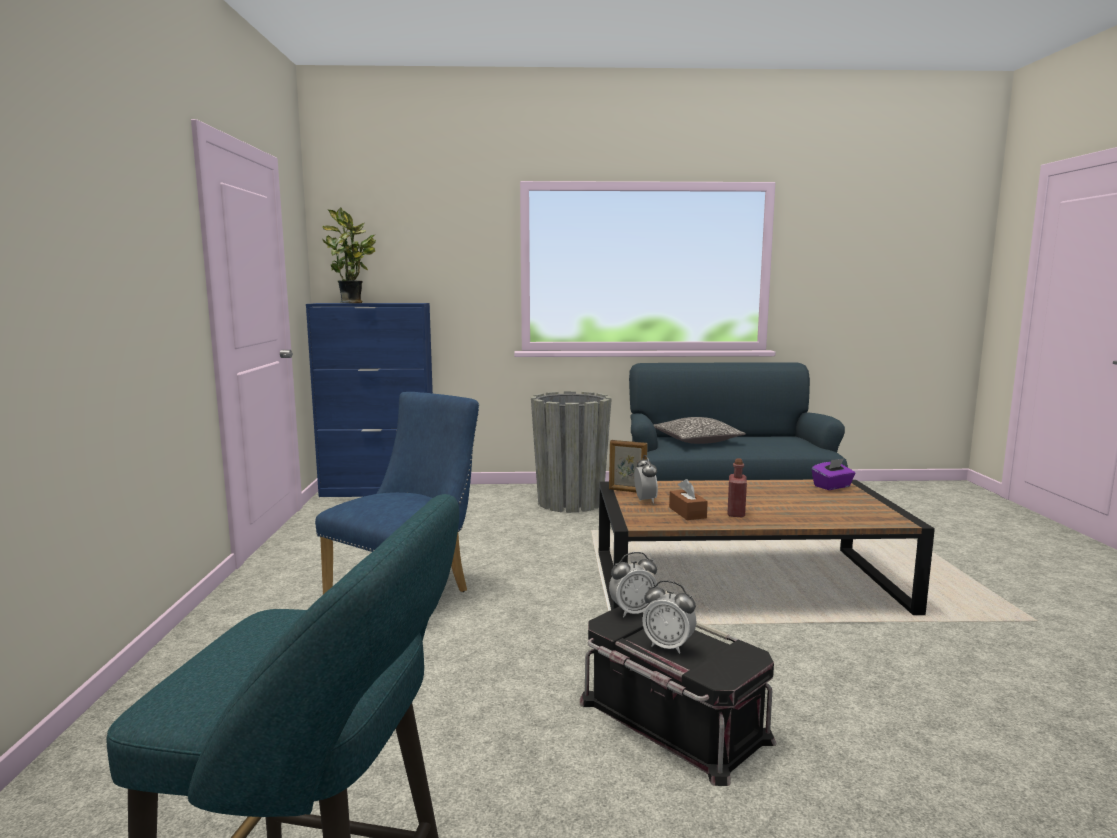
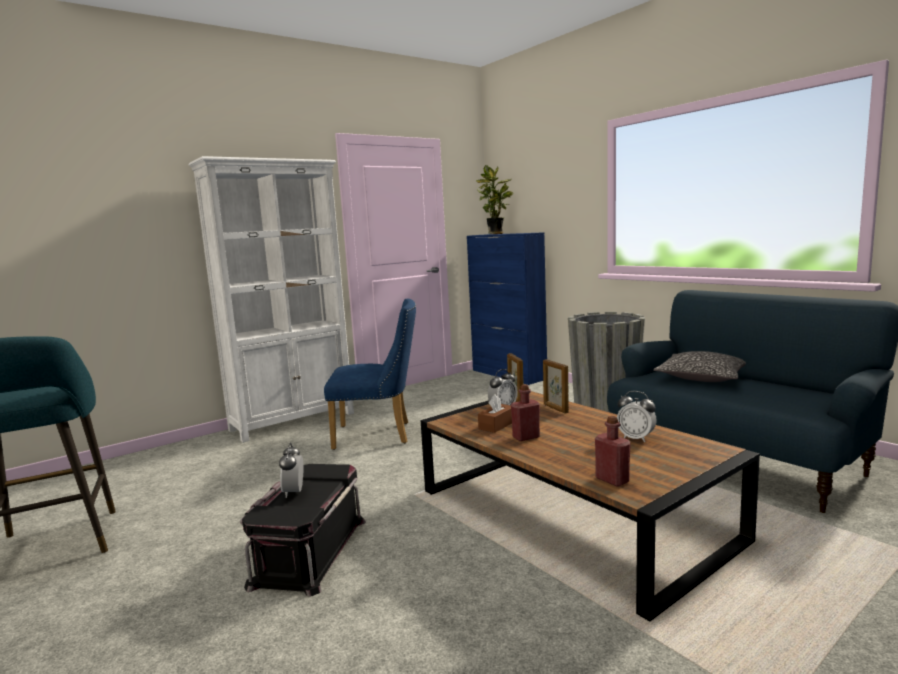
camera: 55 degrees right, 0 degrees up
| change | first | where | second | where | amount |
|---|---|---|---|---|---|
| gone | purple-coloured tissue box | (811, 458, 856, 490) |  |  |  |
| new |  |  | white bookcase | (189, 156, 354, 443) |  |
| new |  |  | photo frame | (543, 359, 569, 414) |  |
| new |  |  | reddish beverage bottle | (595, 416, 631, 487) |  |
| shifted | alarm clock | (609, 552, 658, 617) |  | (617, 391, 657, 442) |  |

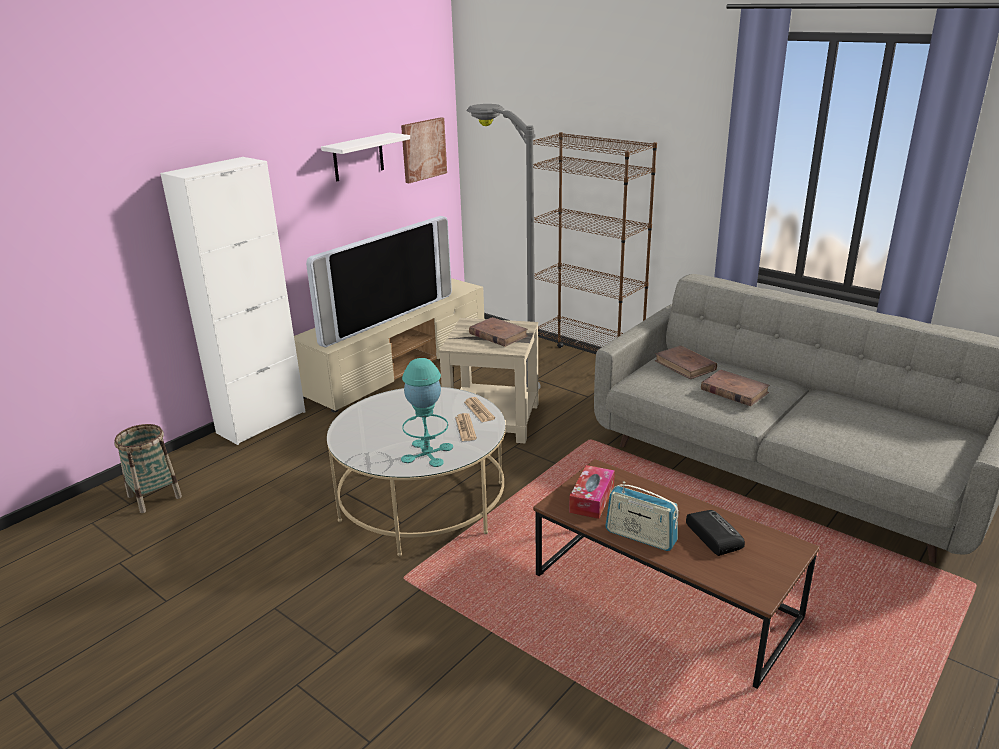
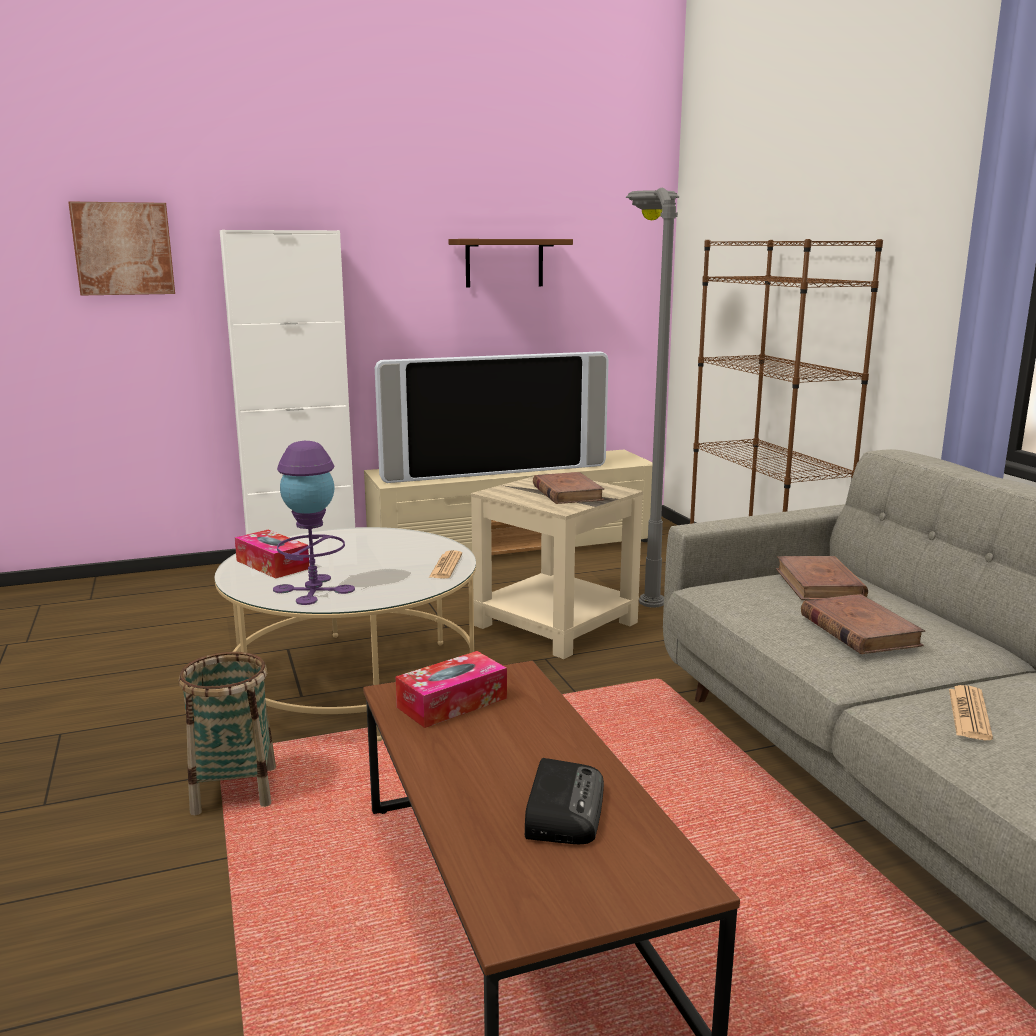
camera: 30 degrees right, 10 degrees down
| change | first | where | second | where | amount |
|---|---|---|---|---|---|
| gone | radio receiver | (605, 481, 679, 551) |  |  |  |
| new |  |  | tissue box | (235, 530, 309, 578) |  |
| shifted | storage basket | (114, 424, 182, 513) |  | (179, 652, 276, 815) |  |
| shifted | wall art | (401, 117, 447, 183) |  | (68, 201, 175, 295) |  |
| shifted | printed paper | (455, 413, 477, 441) |  | (949, 685, 993, 740) |  |
| repainted | white shelf | (321, 132, 410, 181) | brownish shelf | (448, 239, 573, 288) |  |
| repainted | turquoise table lamp | (401, 358, 453, 467) | purple-coloured table lamp | (273, 441, 355, 605) |  |

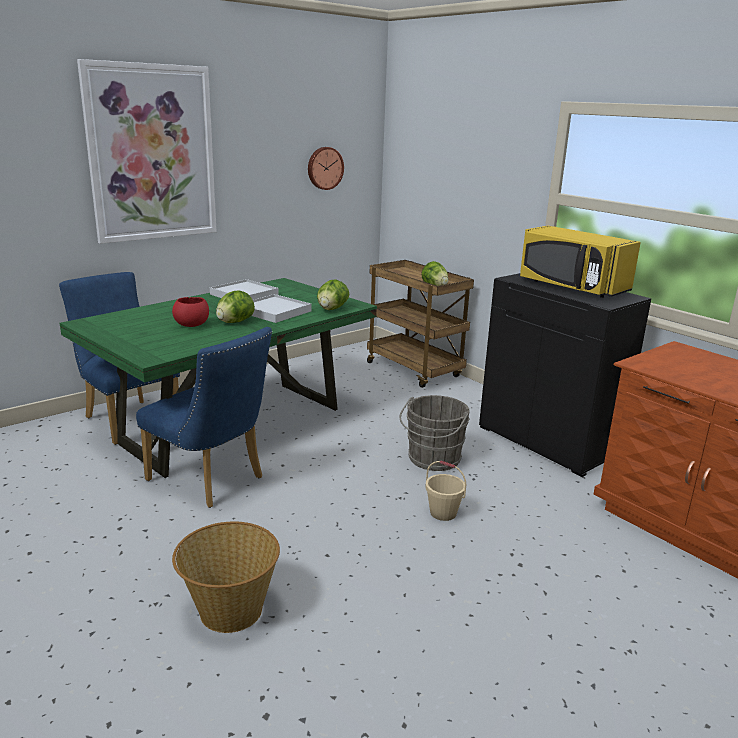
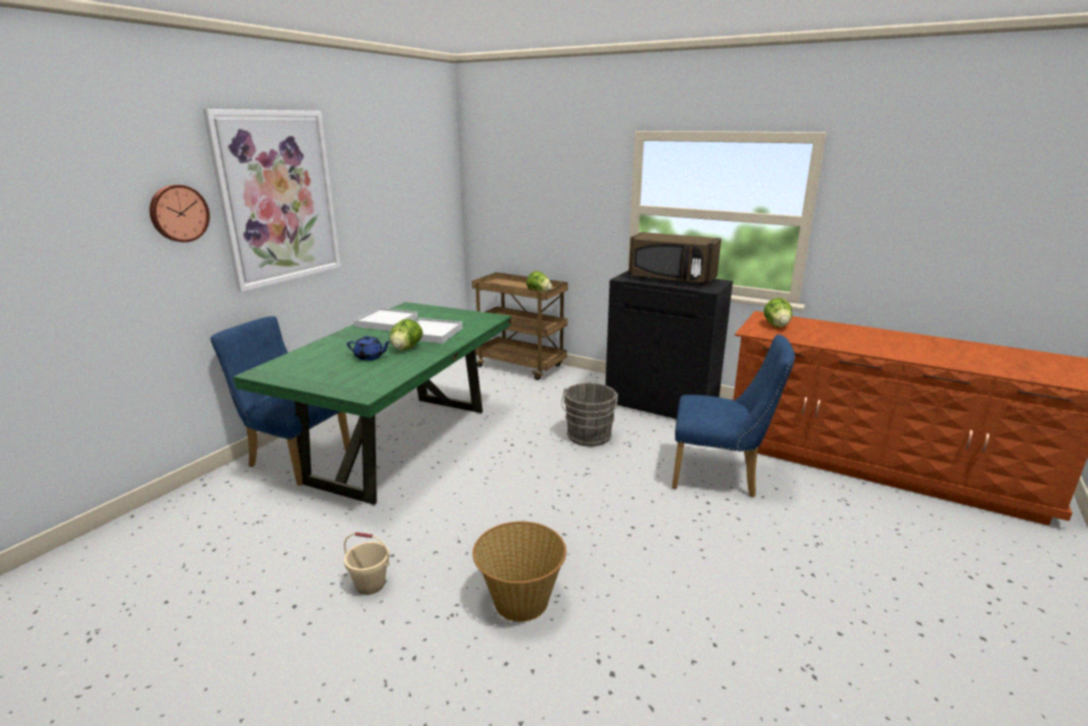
camera: 20 degrees left, 0 degrees up
| change | first | where | second | where | amount |
|---|---|---|---|---|---|
| shifted | blue-coloured upright chair | (136, 327, 272, 508) |  | (672, 334, 795, 497) |  |
| shifted | clock on the wall | (308, 147, 344, 190) |  | (149, 184, 210, 242) |  |
| shifted | lettuce | (317, 279, 350, 310) |  | (764, 298, 792, 327) |  |
| shifted | beige pail | (425, 460, 467, 521) |  | (344, 532, 390, 595) |  |
| swapped | reddish bowl | (172, 297, 209, 327) | blue-coloured teapot | (347, 335, 391, 361) |  |
| repainted | yellow microwave | (520, 226, 641, 298) | brownish microwave | (629, 232, 721, 285) |  |

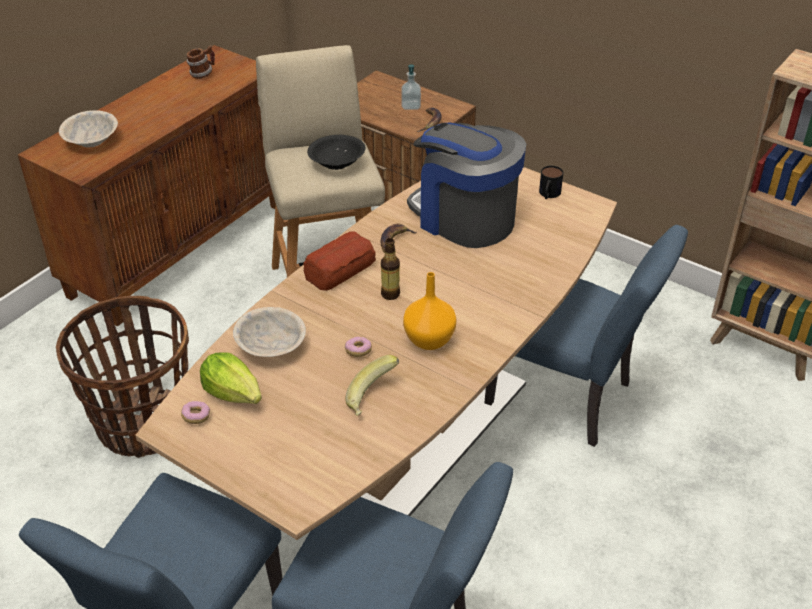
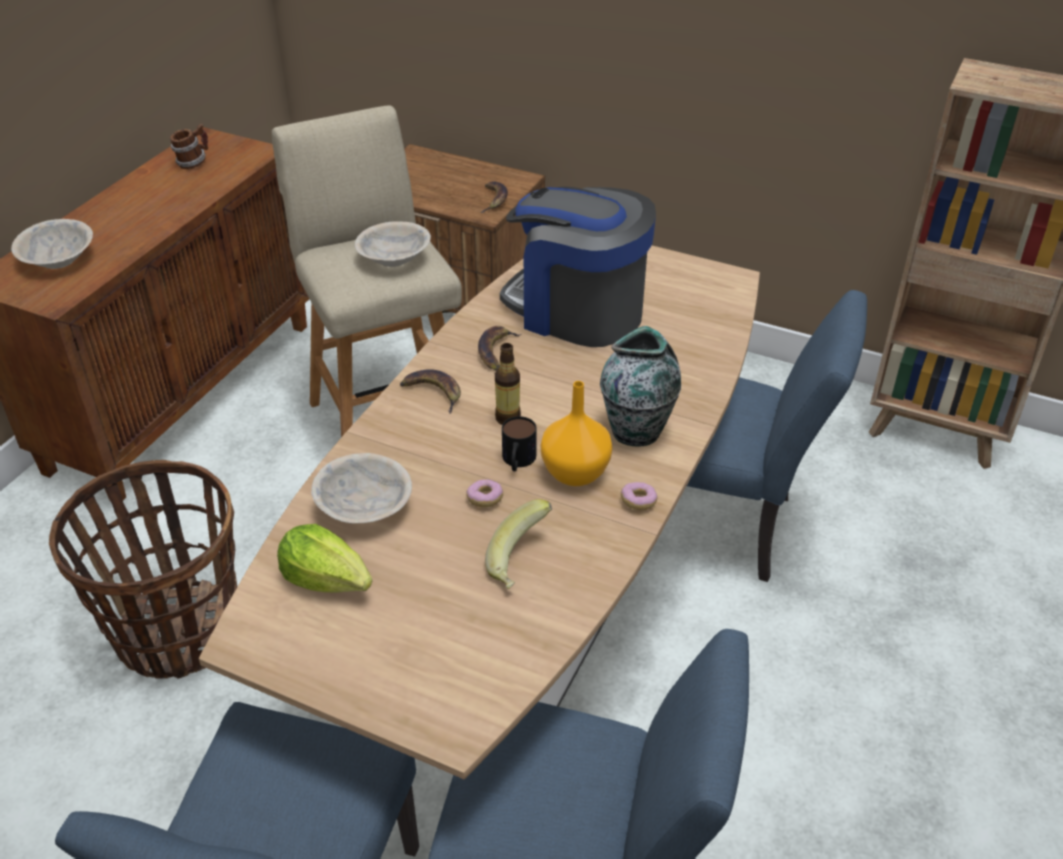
camera: 10 degrees left, 0 degrees up
| change | first | where | second | where | amount |
|---|---|---|---|---|---|
| gone | soap bottle | (401, 64, 421, 110) |  |  |  |
| new |  |  | flower vase | (600, 326, 681, 447) |  |
| shifted | ring doughnut | (181, 401, 210, 424) |  | (621, 482, 658, 510) |  |
| shifted | mug | (539, 166, 563, 199) |  | (502, 416, 537, 471) |  |
| swapped | bread | (303, 231, 376, 291) | banana fruit | (400, 369, 461, 414) |  |
| repainted | black-coloured bowl | (307, 135, 366, 170) | beige bowl | (355, 221, 431, 267) |  |

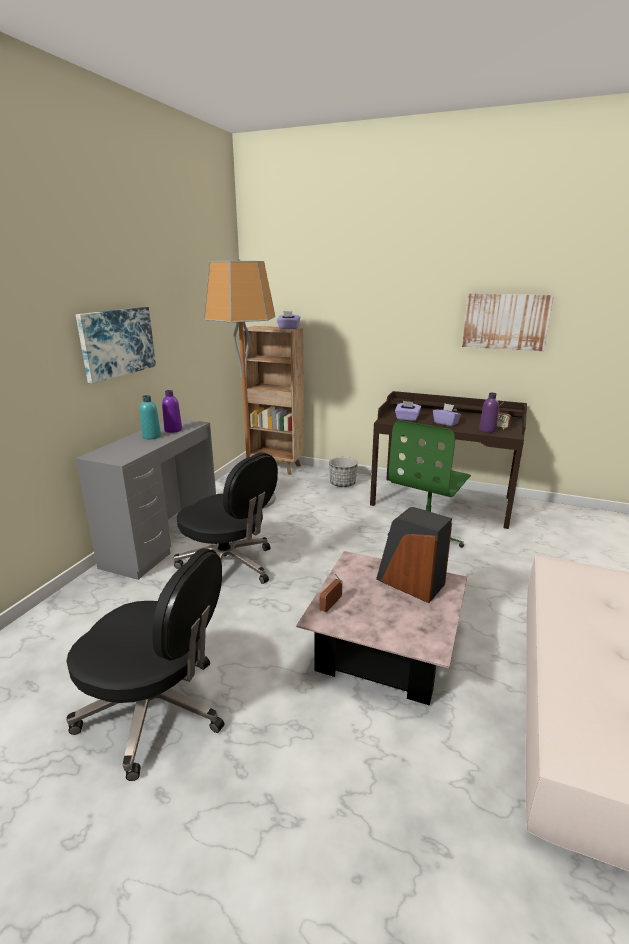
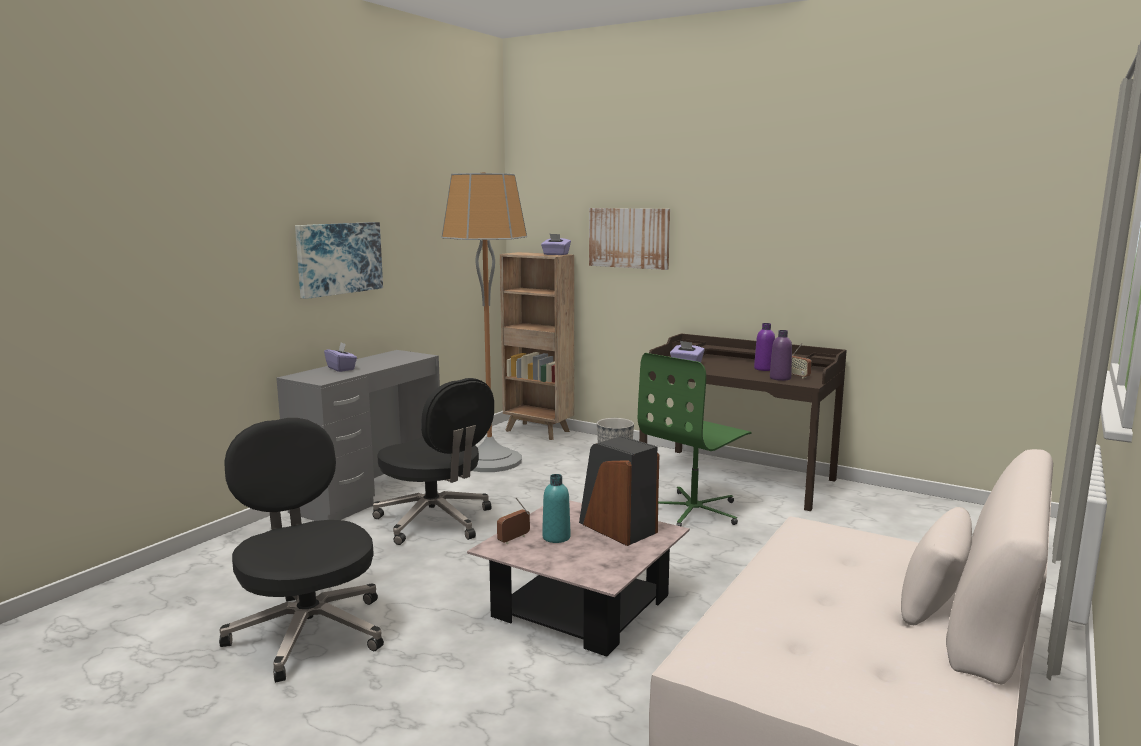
camera: 10 degrees right, 10 degrees down
| change | first | where | second | where | amount |
|---|---|---|---|---|---|
| shifted | turquoise beverage bottle | (140, 395, 161, 439) |  | (542, 474, 571, 543) |  |
| shifted | purple-coloured beverage bottle | (162, 390, 182, 433) |  | (754, 323, 775, 371) |  |
| shifted | purple-coloured tissue box | (433, 404, 461, 426) |  | (324, 343, 357, 372) |  |
| shifted | wall art | (462, 293, 554, 351) |  | (589, 208, 670, 270) |  |
| rotated | black-coloured computer chair | (66, 548, 225, 781) |  | (219, 418, 384, 683) | 150 degrees counterclockwise |

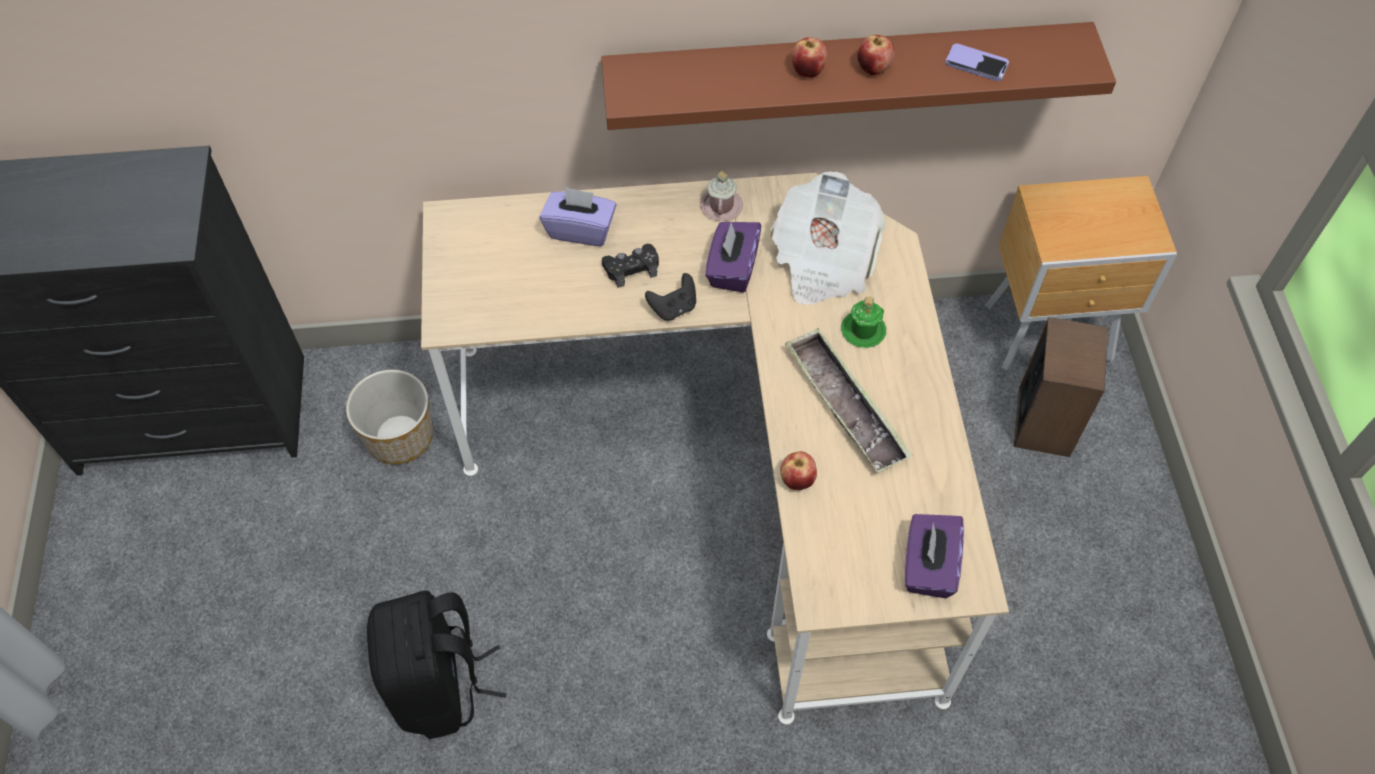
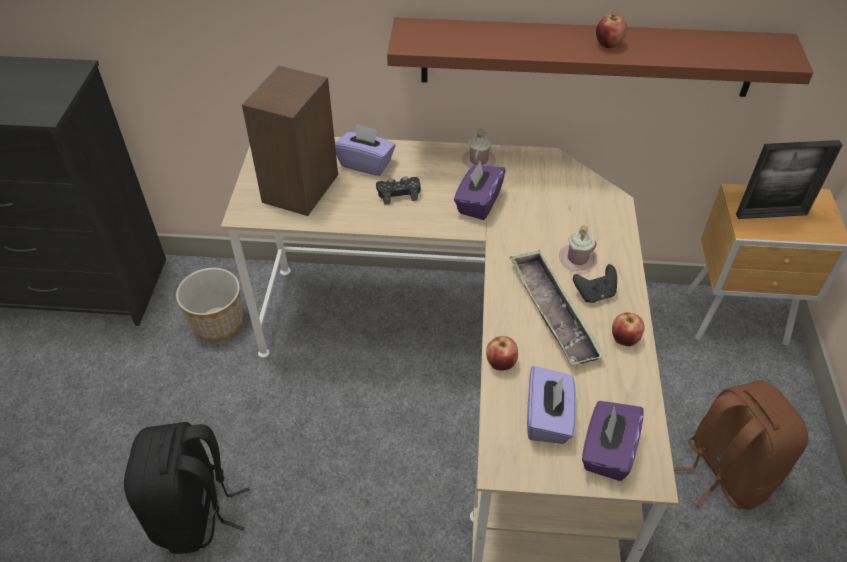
camera: 10 degrees right, 10 degrees down
| change | first | where | second | where | amount |
|---|---|---|---|---|---|
| gone | printed paper | (771, 172, 886, 305) |  |  |  |
| gone | handset | (945, 44, 1009, 81) |  |  |  |
| new |  |  | purple-coloured tissue box | (527, 366, 576, 444) |  |
| new |  |  | brownish rucksack | (673, 380, 808, 510) |  |
| new |  |  | photo frame | (736, 140, 842, 219) |  |
| shifted | black-coloured gamepad | (645, 273, 696, 321) |  | (573, 264, 617, 303) |  |
| shifted | apple | (791, 37, 828, 78) |  | (612, 312, 645, 346) |  |
| shifted | speaker | (1014, 317, 1108, 457) |  | (242, 66, 338, 216) |  |
| repainted | greenish mug | (841, 296, 886, 348) | pinkish mug | (559, 225, 597, 271) |  |

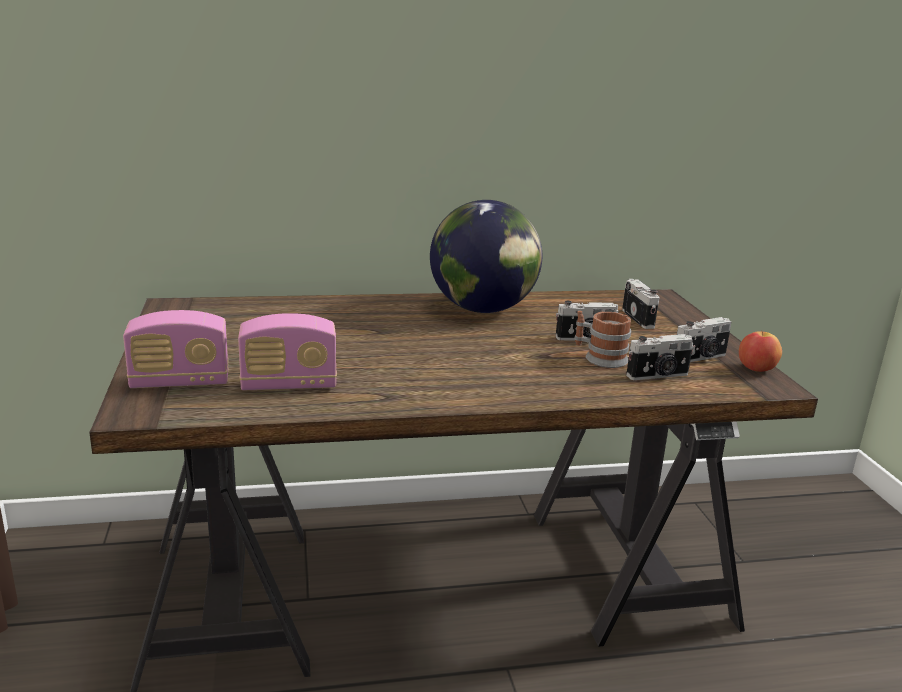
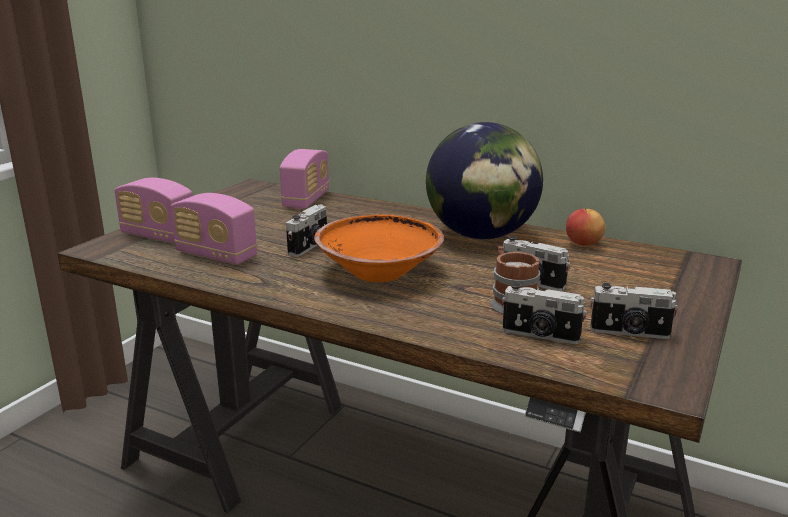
camera: 40 degrees right, 0 degrees up
| change | first | where | second | where | amount |
|---|---|---|---|---|---|
| new |  |  | radio receiver | (280, 149, 329, 209) |  |
| new |  |  | orangey bowl | (314, 214, 444, 282) |  |
| shifted | photo camera | (622, 279, 660, 329) |  | (286, 205, 327, 257) |  |
| shifted | apple | (739, 330, 782, 372) |  | (566, 208, 605, 246) |  |

